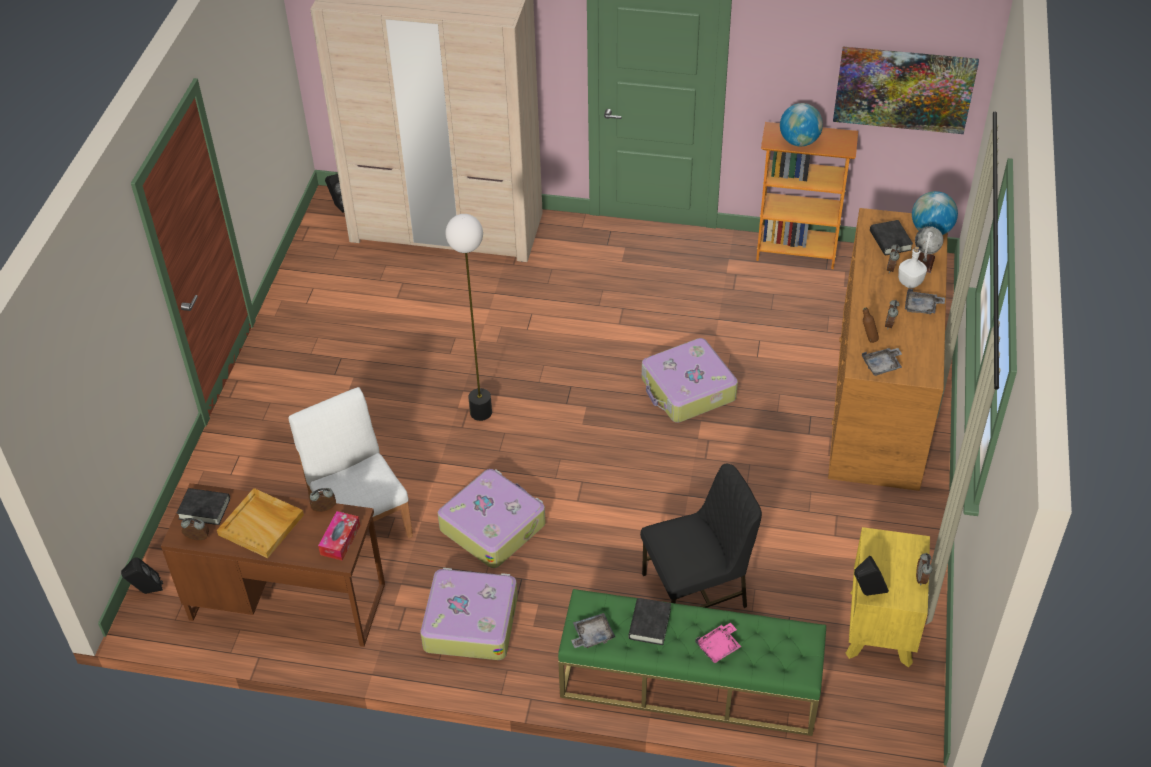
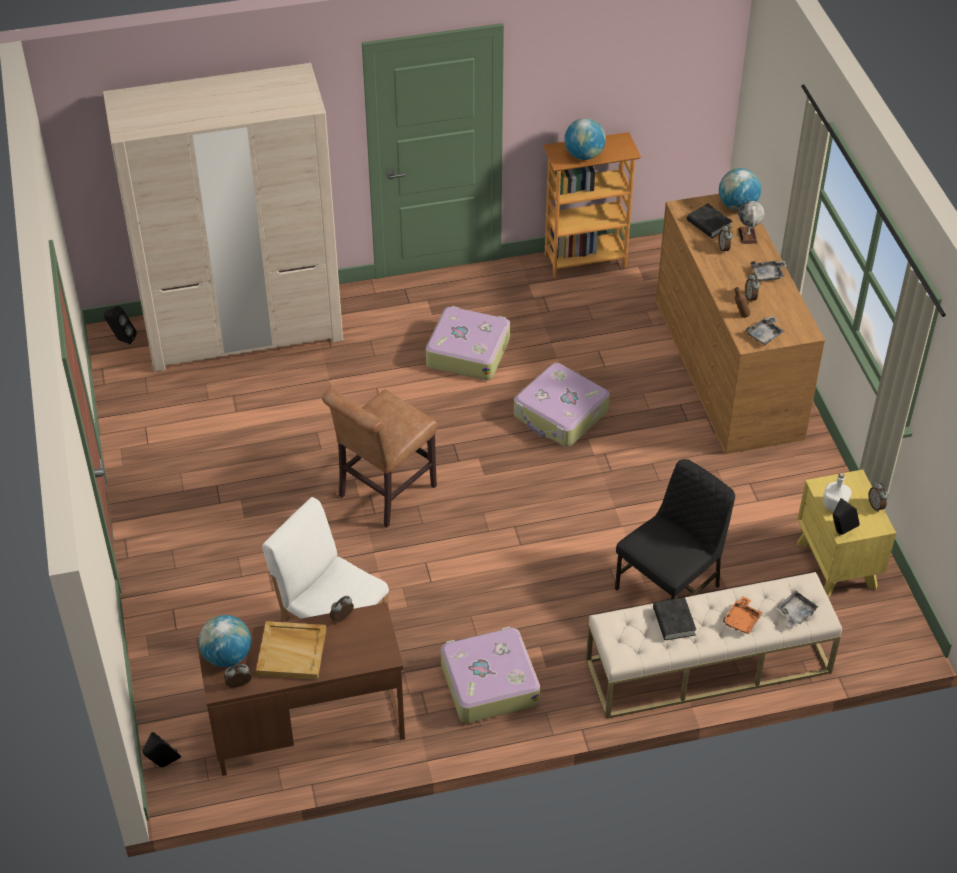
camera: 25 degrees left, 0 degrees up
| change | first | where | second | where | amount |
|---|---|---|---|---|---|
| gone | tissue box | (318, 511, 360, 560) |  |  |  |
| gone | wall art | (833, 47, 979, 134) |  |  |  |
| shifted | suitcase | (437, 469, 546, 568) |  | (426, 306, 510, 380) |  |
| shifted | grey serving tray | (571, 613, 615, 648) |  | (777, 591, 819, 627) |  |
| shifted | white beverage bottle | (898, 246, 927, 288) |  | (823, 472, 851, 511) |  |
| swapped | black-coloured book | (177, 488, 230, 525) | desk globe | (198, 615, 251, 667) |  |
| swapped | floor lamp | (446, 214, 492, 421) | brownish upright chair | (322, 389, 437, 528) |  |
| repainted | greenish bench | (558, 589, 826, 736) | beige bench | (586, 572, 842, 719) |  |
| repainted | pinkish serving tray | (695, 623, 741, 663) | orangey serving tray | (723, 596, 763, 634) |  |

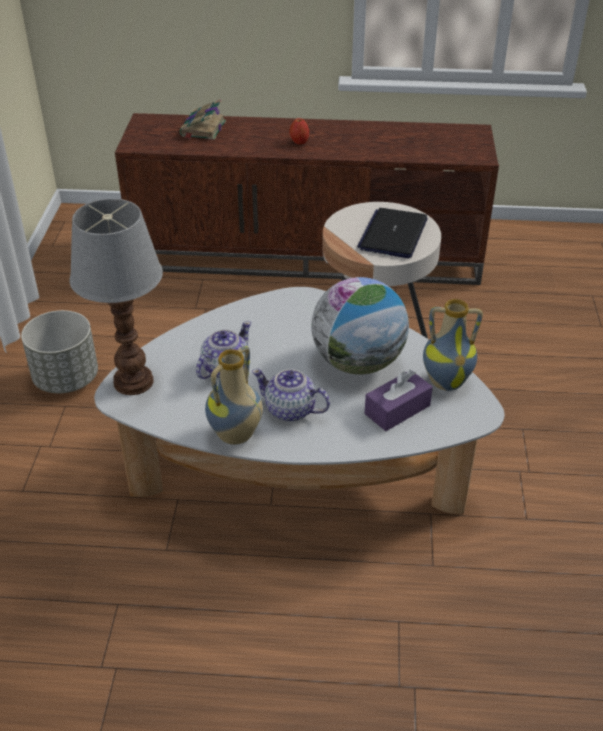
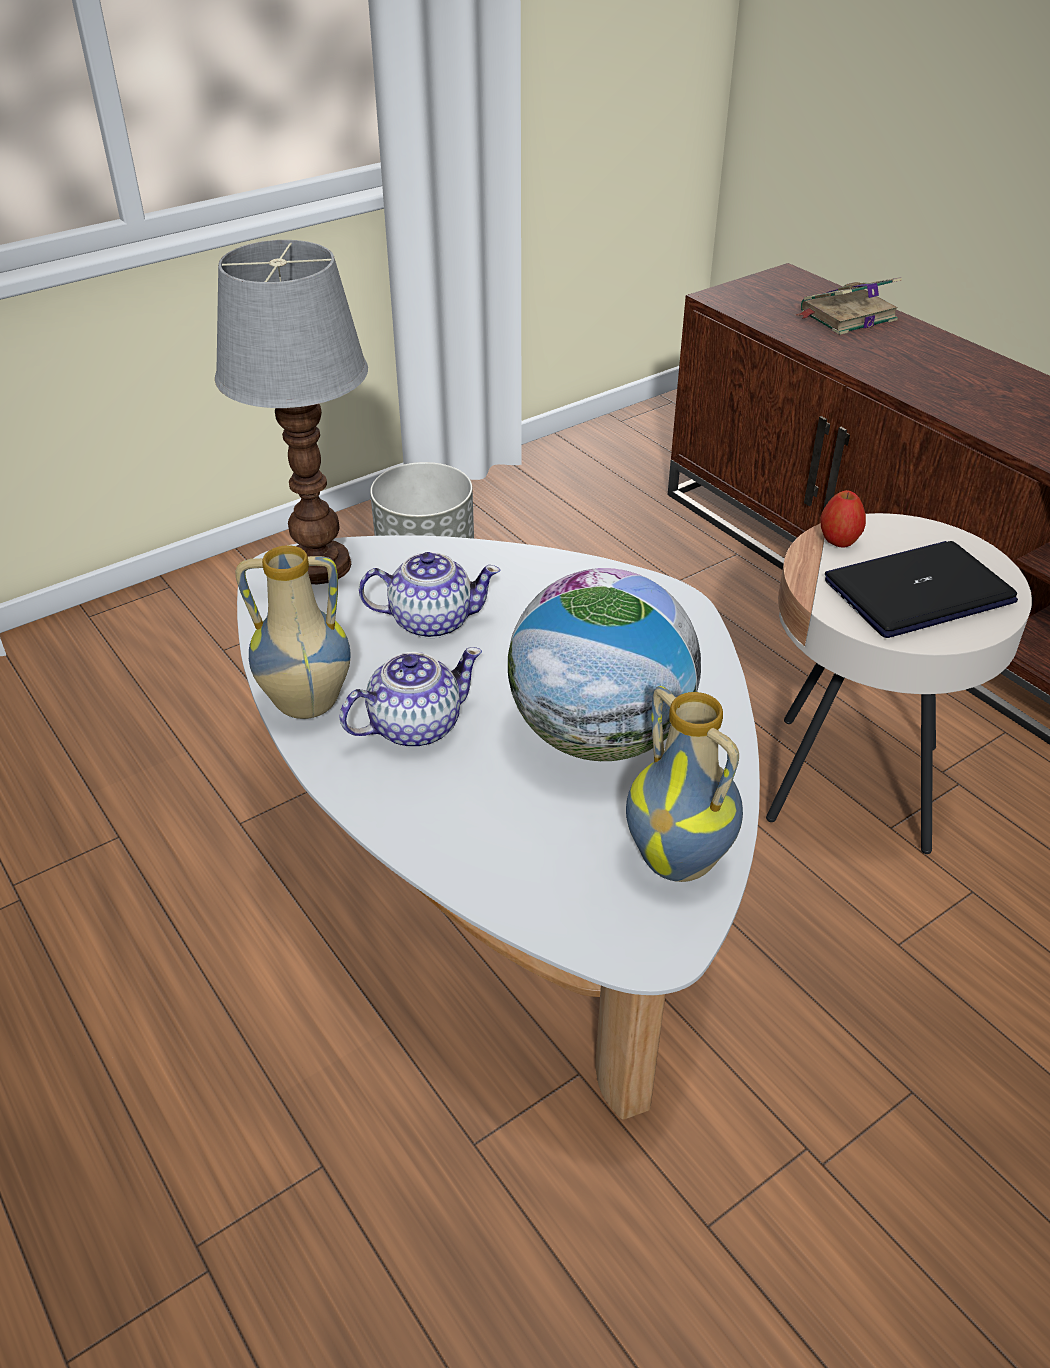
camera: 50 degrees right, 0 degrees up
| change | first | where | second | where | amount |
|---|---|---|---|---|---|
| gone | purple-coloured tissue box | (365, 370, 433, 431) |  |  |  |
| shifted | apple | (289, 118, 309, 144) |  | (820, 490, 866, 548) |  |
| rotated | teapot | (251, 369, 330, 422) |  | (339, 647, 482, 747) | 75 degrees clockwise |

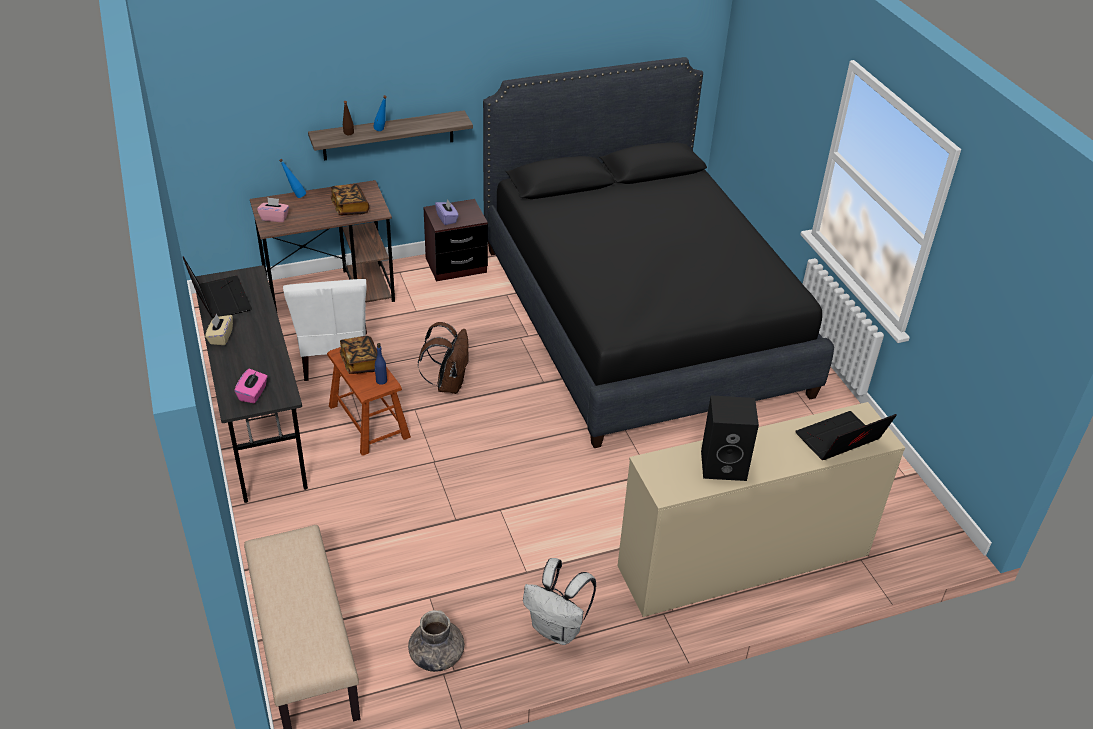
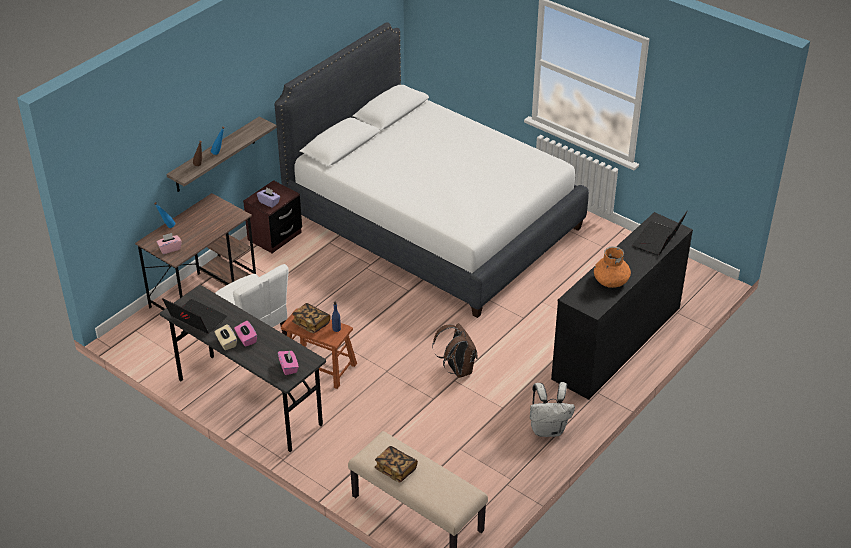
camera: 30 degrees left, 0 degrees up
| change | first | where | second | where | amount |
|---|---|---|---|---|---|
| gone | grey flower vase | (408, 610, 465, 672) |  |  |  |
| new |  |  | pinkish tissue box | (234, 321, 257, 347) |  |
| shifted | book | (331, 184, 369, 215) |  | (374, 446, 418, 483) |  |
| shifted | brownish rucksack | (418, 322, 469, 394) |  | (432, 323, 478, 378) |  |
| swapped | black-coloured speaker | (701, 395, 759, 481) | orangey flower vase | (594, 246, 631, 288) |  |
| repainted | black-coloured bed | (483, 57, 834, 448) | white bed | (274, 22, 589, 318) |  |
| repainted | beige chest of drawers | (618, 402, 905, 617) | black-coloured chest of drawers | (551, 212, 693, 400) |  |

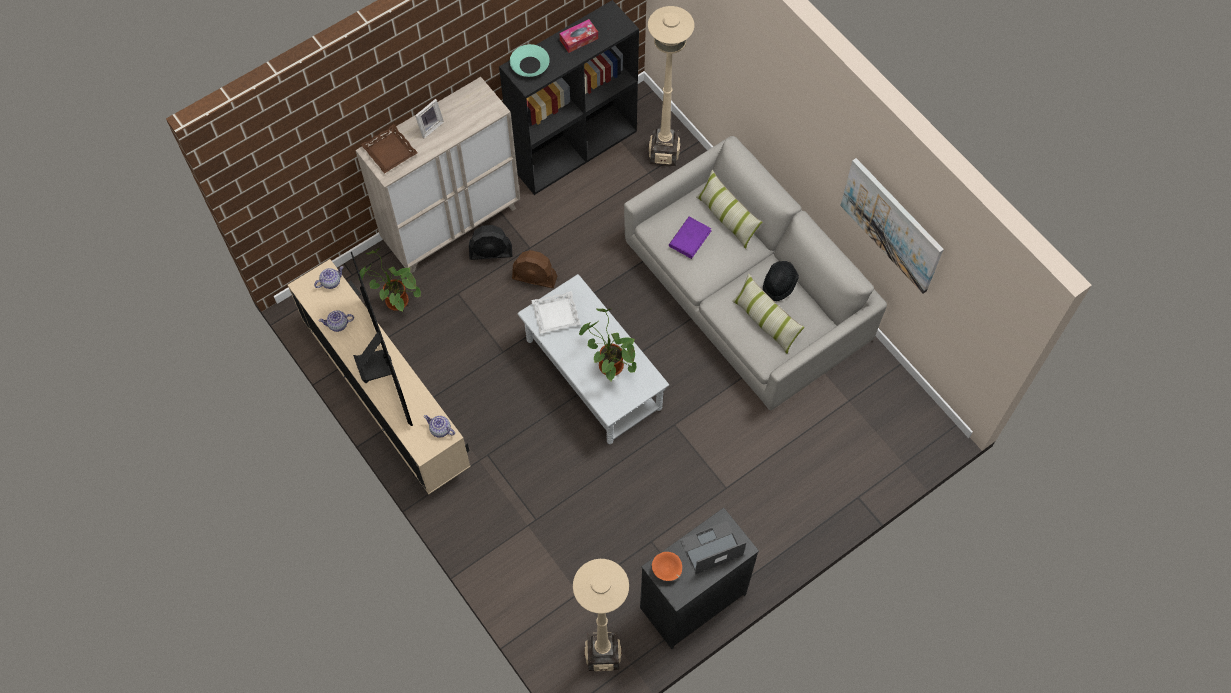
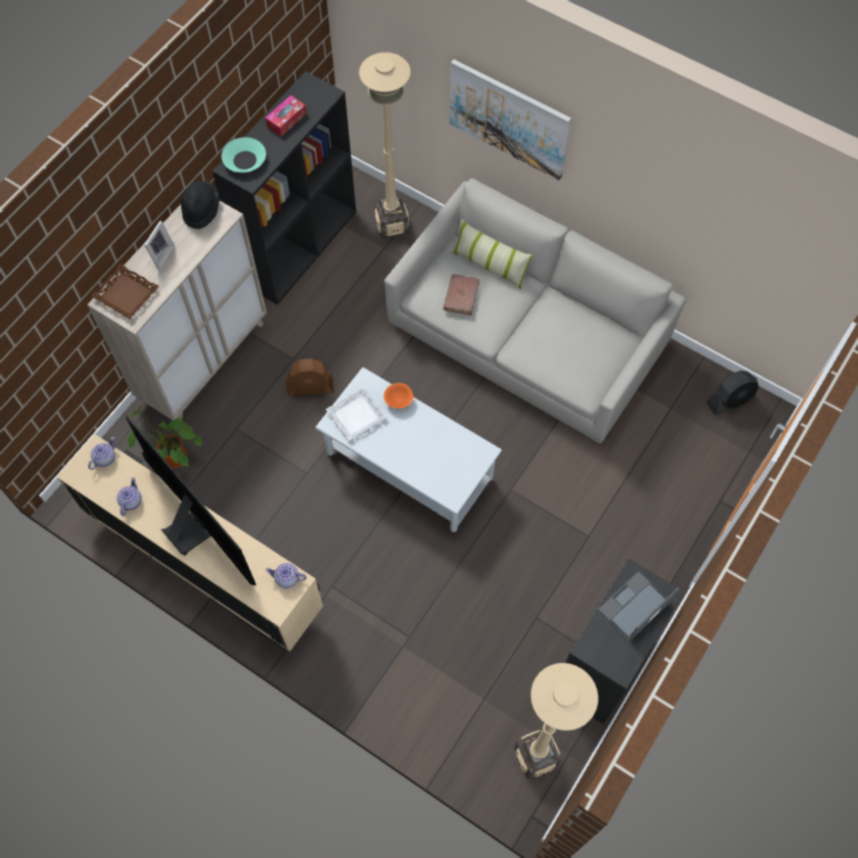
camera: 20 degrees left, 0 degrees up
| change | first | where | second | where | amount |
|---|---|---|---|---|---|
| gone | houseplant | (579, 308, 637, 381) |  |  |  |
| gone | throw pillow | (732, 274, 805, 354) |  |  |  |
| shifted | black-coloured cooling fan | (469, 225, 512, 260) |  | (706, 371, 758, 415) |  |
| shifted | orangey bowl | (652, 552, 682, 581) |  | (384, 383, 414, 408) |  |
| shifted | black-coloured wearable hat | (763, 261, 799, 301) |  | (181, 181, 219, 229) |  |
| shifted | wall art | (840, 158, 944, 294) |  | (450, 59, 571, 180) |  |
| repainted | purple-coloured book | (669, 217, 711, 259) | brownish book | (443, 274, 480, 316) |  |
| rotated | teapot | (318, 310, 354, 332) |  | (117, 477, 142, 516) | 135 degrees clockwise |

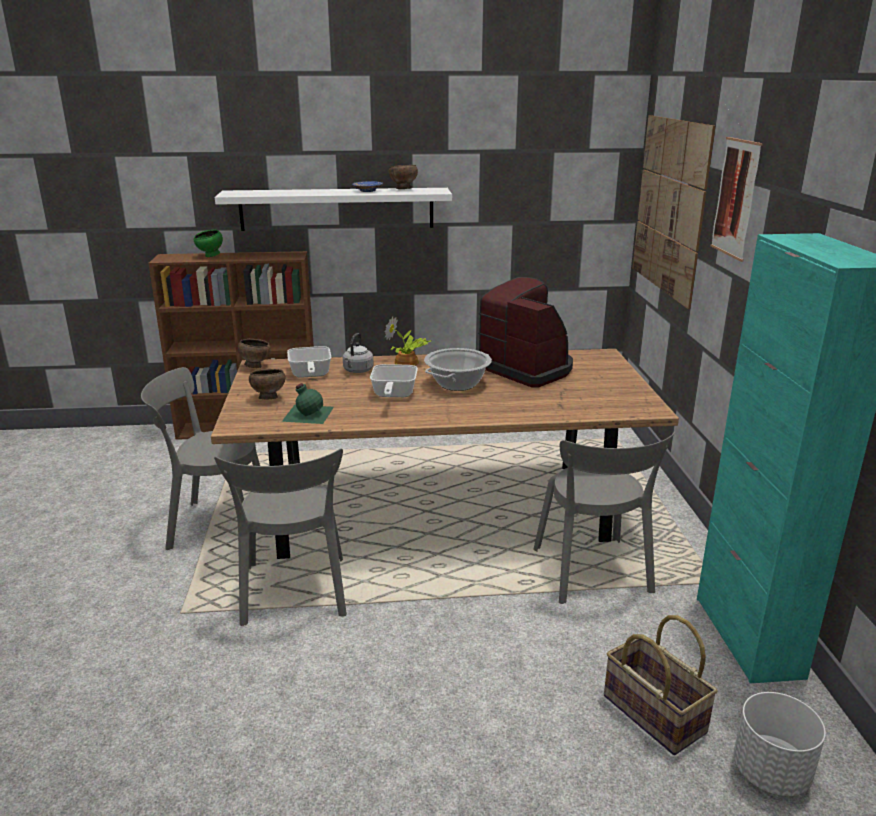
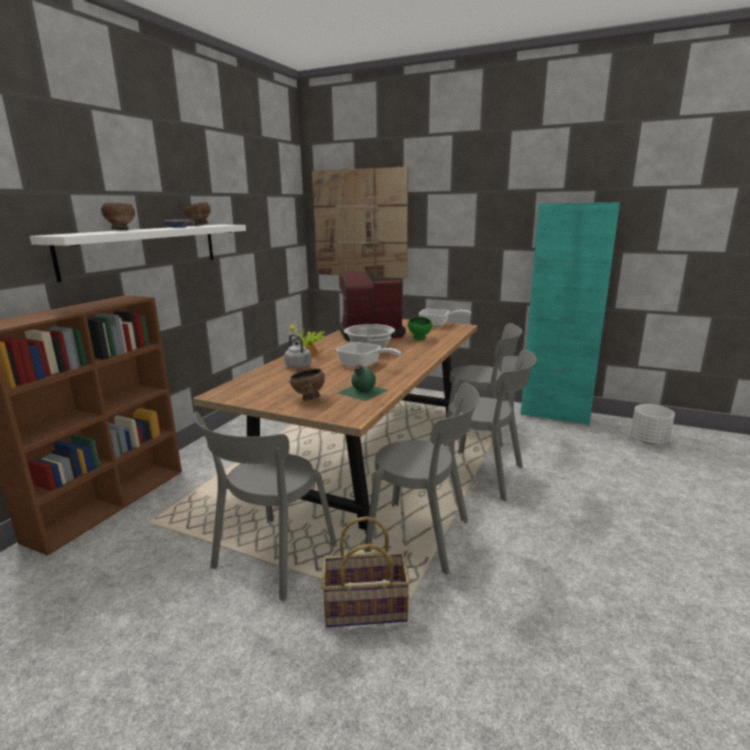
camera: 60 degrees left, 5 degrees down
| change | first | where | second | where | amount |
|---|---|---|---|---|---|
| gone | wall art | (711, 137, 763, 262) |  |  |  |
| new |  |  | grey upright chair | (443, 349, 537, 501) |  |
| shifted | greenish bowl | (194, 229, 223, 257) |  | (408, 317, 432, 340) |  |
| shifted | brownish bowl | (238, 339, 271, 368) |  | (101, 203, 135, 230) |  |
| shifted | frying pan | (287, 346, 331, 378) |  | (419, 309, 471, 327) |  |
| shifted | storage basket | (604, 615, 718, 755) |  | (322, 516, 410, 628) |  |

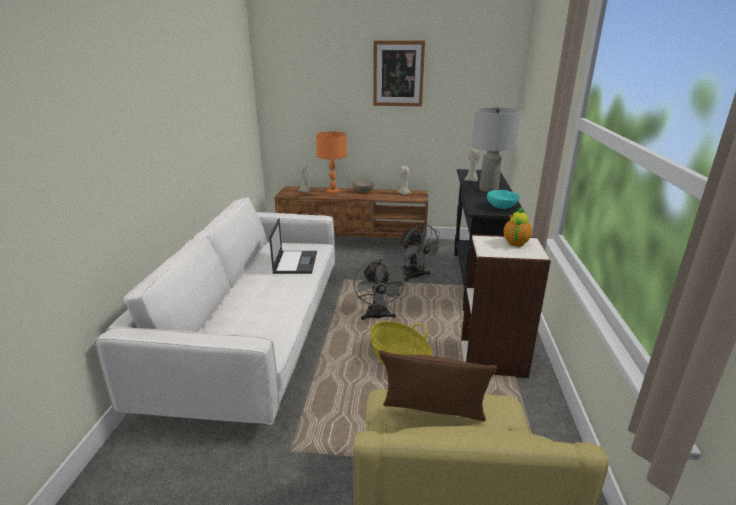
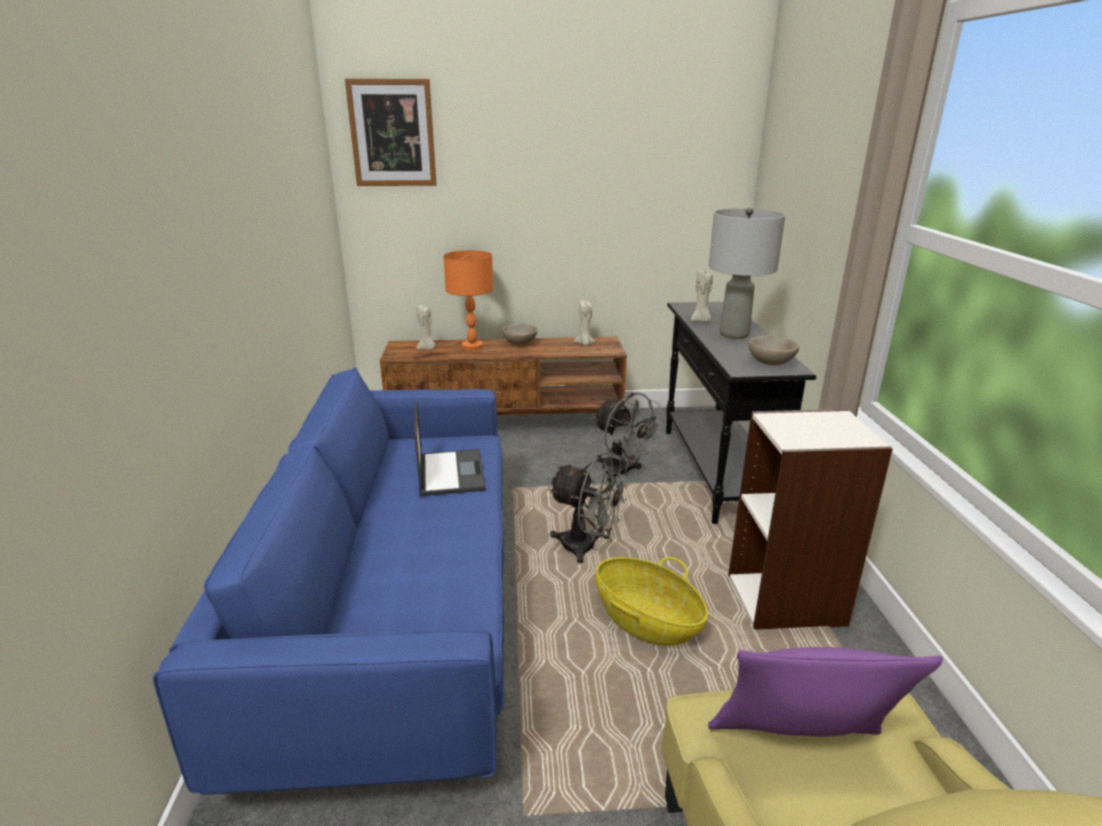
camera: 10 degrees left, 0 degrees up
| change | first | where | second | where | amount |
|---|---|---|---|---|---|
| gone | teapot | (503, 206, 532, 247) |  |  |  |
| shifted | wall art | (373, 41, 425, 106) |  | (345, 78, 437, 186) |  |
| repainted | white settee | (94, 197, 335, 425) | blue-coloured settee | (153, 368, 505, 795) |  |
| repainted | brownish throw pillow | (379, 350, 497, 421) | purple-coloured throw pillow | (708, 647, 943, 736) |  |
| repainted | turquoise bowl | (487, 190, 520, 209) | beige bowl | (748, 335, 799, 365) |  |
| rotated | grey cooling fan | (353, 259, 407, 320) |  | (549, 452, 630, 564) | 45 degrees counterclockwise |

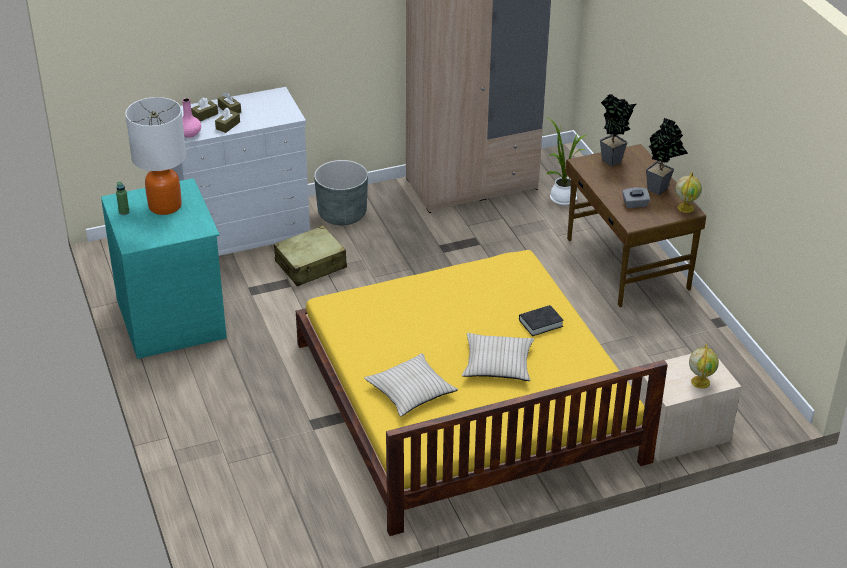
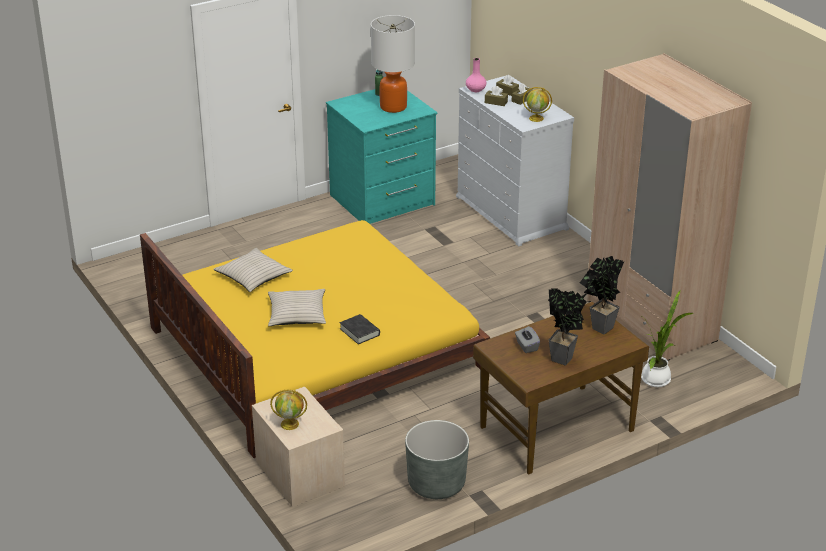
camera: 80 degrees right, 5 degrees down
| change | first | where | second | where | amount |
|---|---|---|---|---|---|
| gone | beige suitcase | (274, 226, 347, 286) |  |  |  |
| shifted | grey plant pot | (314, 160, 368, 225) |  | (405, 420, 469, 499) |  |
| shifted | desk globe | (675, 172, 702, 213) |  | (523, 87, 552, 122) |  |

